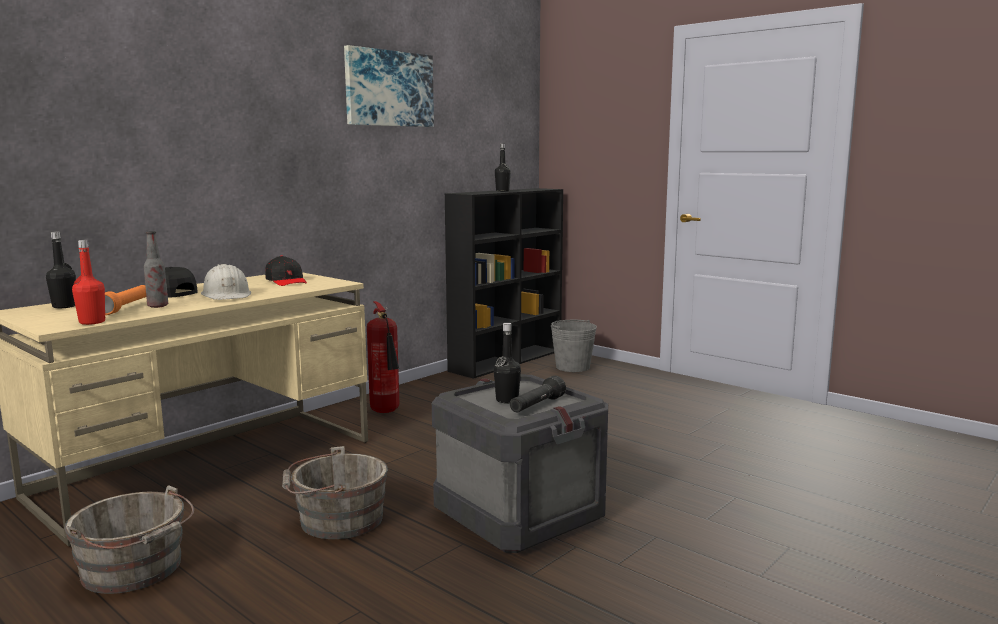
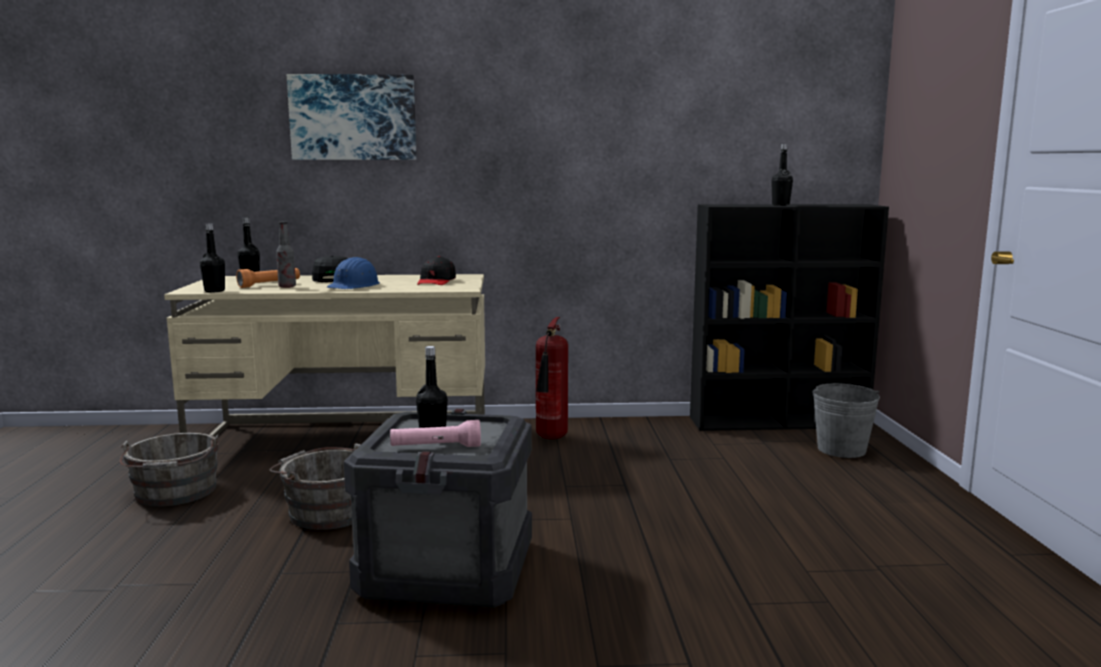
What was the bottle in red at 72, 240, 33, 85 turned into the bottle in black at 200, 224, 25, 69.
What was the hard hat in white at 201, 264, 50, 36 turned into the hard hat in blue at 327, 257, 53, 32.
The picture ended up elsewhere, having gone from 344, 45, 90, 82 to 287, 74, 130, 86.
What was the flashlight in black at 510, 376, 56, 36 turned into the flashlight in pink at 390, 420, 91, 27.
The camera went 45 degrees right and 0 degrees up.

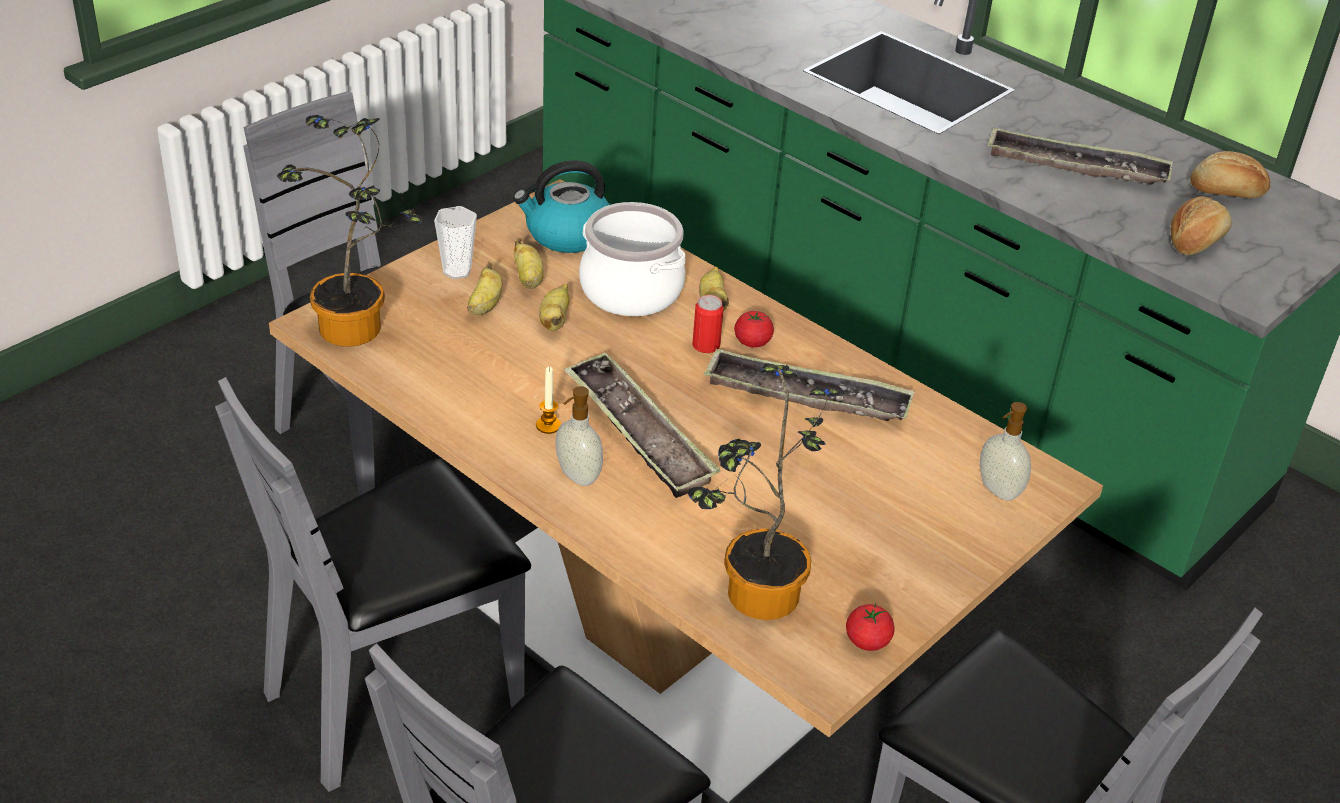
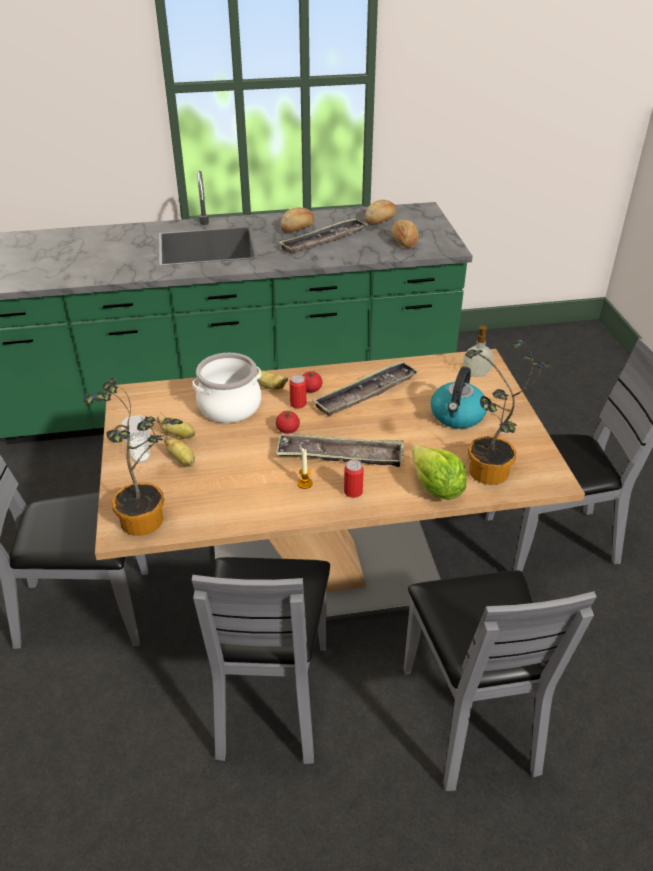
The kettle ended up elsewhere, having gone from 513, 160, 97, 93 to 431, 367, 56, 62.
The second view lost the banana at 539, 284, 30, 47.
Where the soap dispenser stood at 556, 386, 47, 100, the can came to stand at 344, 460, 20, 38.
The tomato ended up elsewhere, having gone from 846, 604, 49, 47 to 276, 411, 24, 23.
The second view gained the bread at 280, 207, 34, 25.
The second view gained the lettuce at 412, 445, 55, 55.
The camera went 50 degrees left and 0 degrees up.

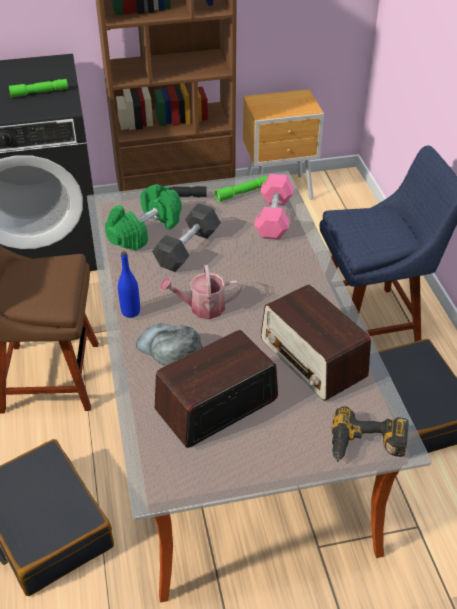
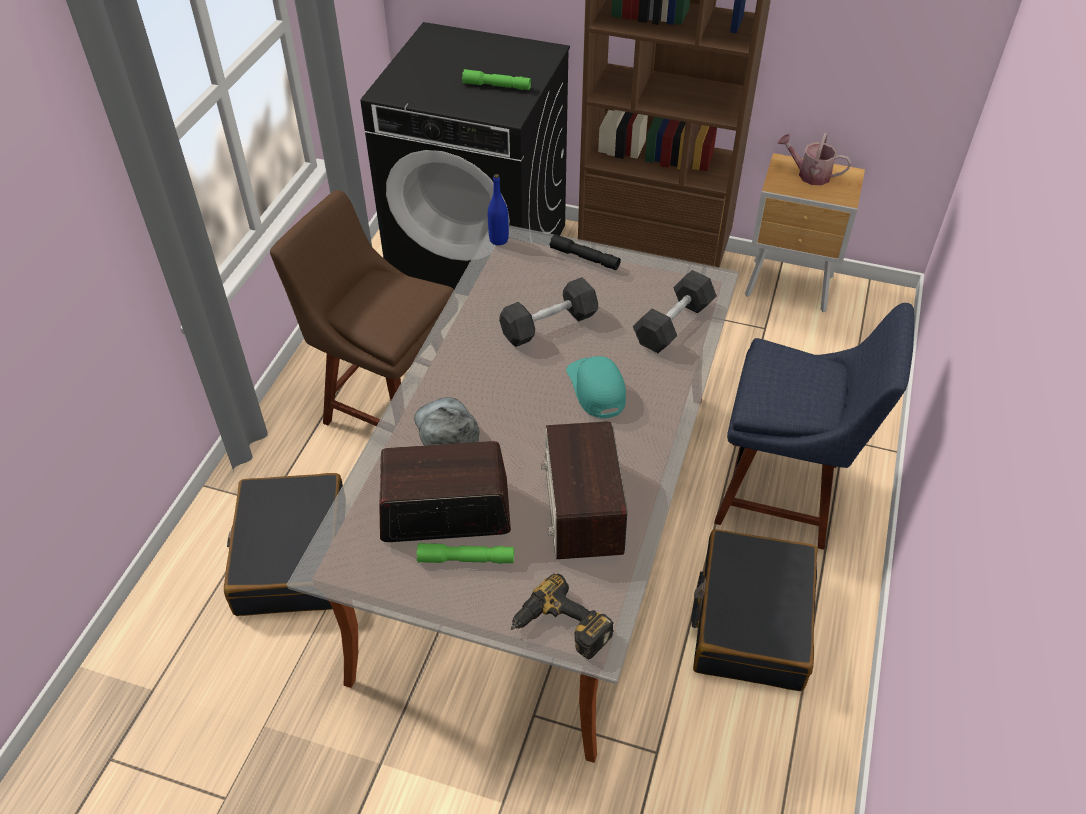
The second view lost the dumbbell in green at 105, 184, 77, 67.
The bottle in blue ended up elsewhere, having gone from 118, 251, 22, 67 to 488, 174, 21, 71.
The watering can ended up elsewhere, having gone from 159, 265, 83, 54 to 777, 133, 74, 52.
The flashlight in green ended up elsewhere, having gone from 214, 176, 54, 26 to 417, 543, 97, 21.
What was the dumbbell in pink at 254, 174, 40, 66 turned into the dumbbell in black at 633, 270, 84, 83.
The second view gained the cap in turquoise at 566, 356, 60, 62.
The camera went 30 degrees right and 5 degrees up.

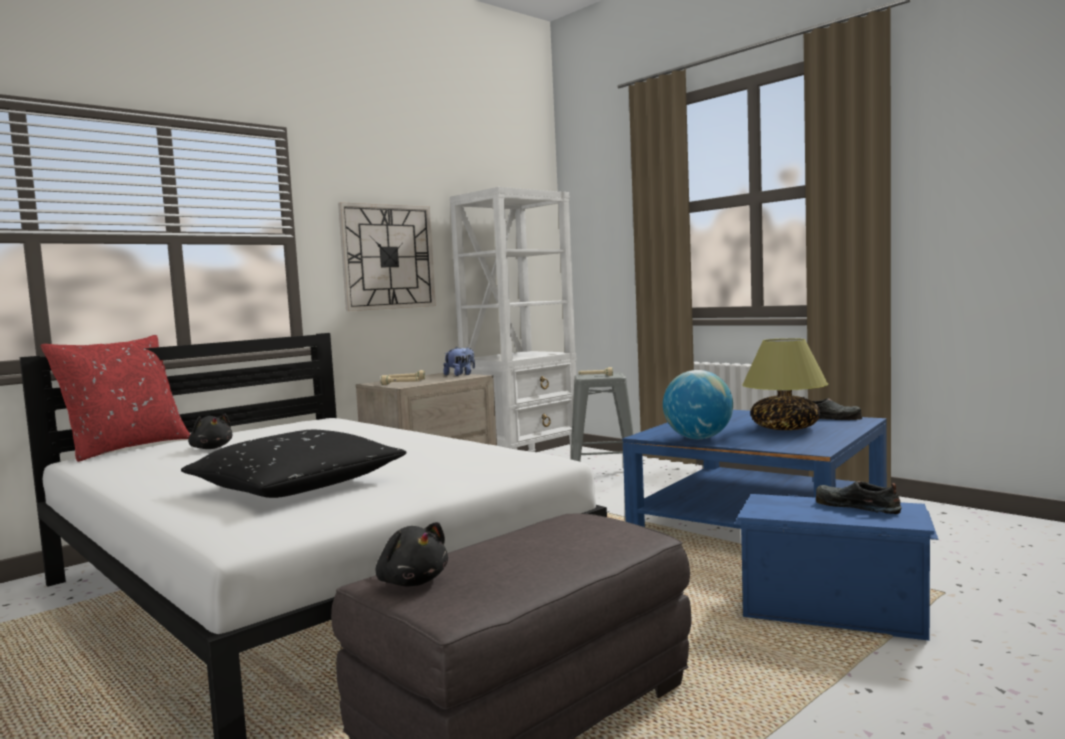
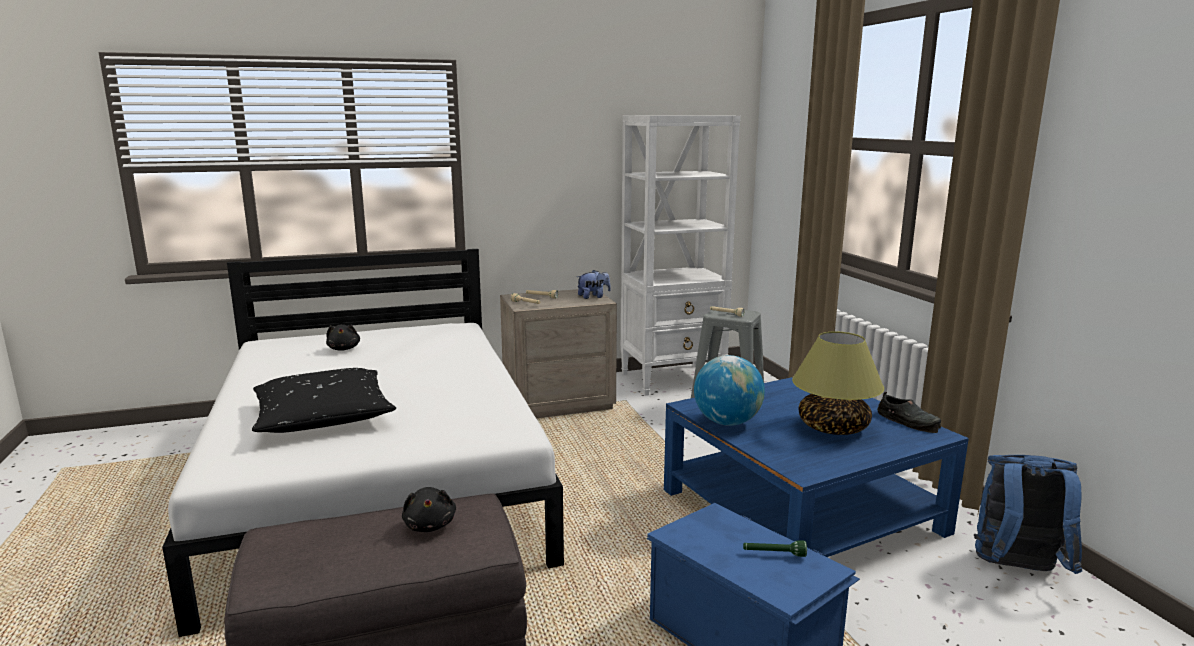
The second view lost the pillow in red at 41, 335, 149, 127.
The second view lost the wall clock at 338, 202, 98, 109.
The plush toy in black ended up elsewhere, having gone from 376, 522, 72, 65 to 402, 487, 54, 45.
Where the shoe in black stood at 816, 481, 86, 33, the flashlight in green came to stand at 743, 540, 64, 17.
The second view gained the backpack in blue at 974, 455, 108, 119.
The camera went 25 degrees right and 10 degrees up.

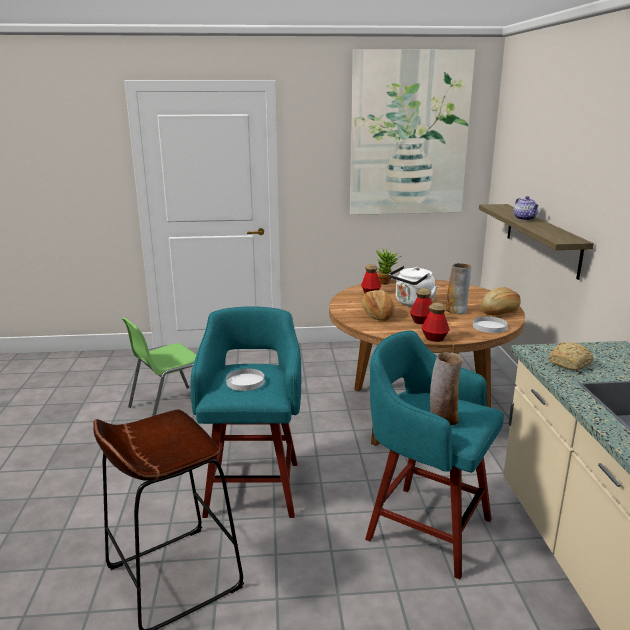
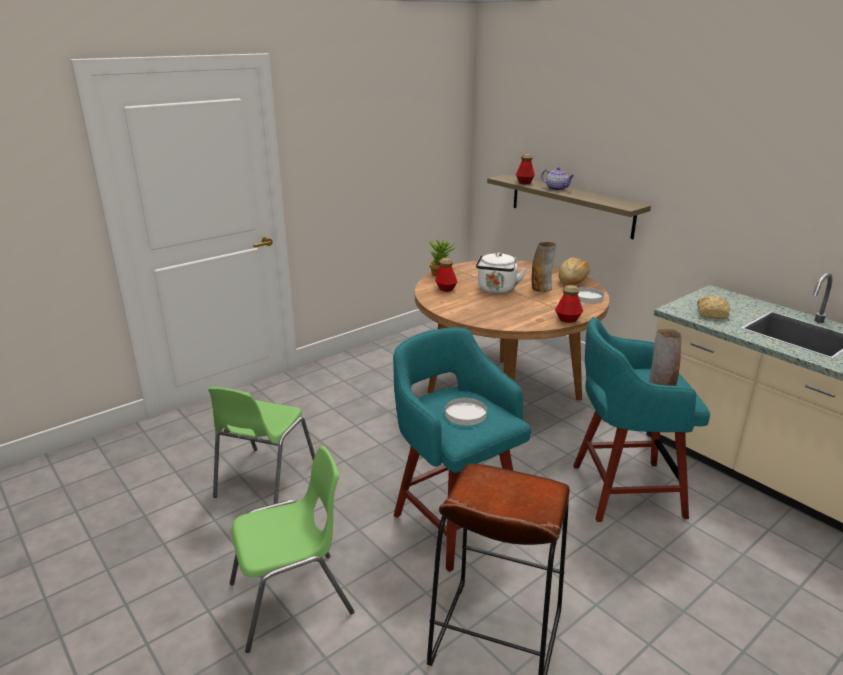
The second view lost the picture at 350, 49, 125, 166.
The second view lost the bread at 362, 290, 33, 31.
The bottle ended up elsewhere, having gone from 410, 288, 22, 36 to 516, 154, 19, 30.
The second view gained the chair in green at 230, 446, 125, 207.
The camera went 35 degrees left and 5 degrees up.

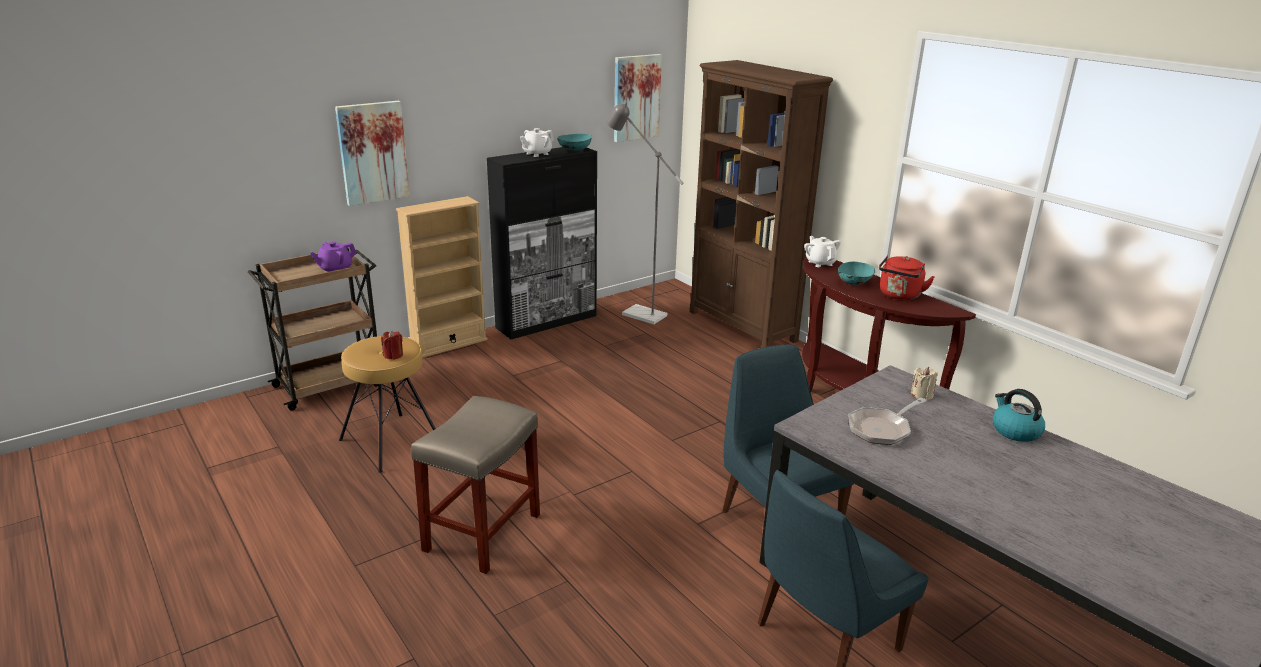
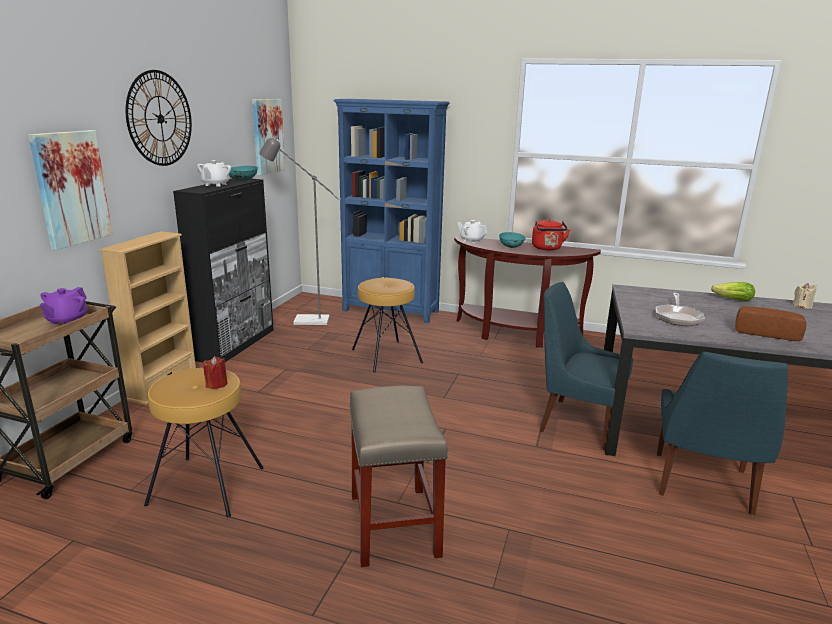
What was the bookcase in brown at 690, 60, 143, 288 turned into the bookcase in blue at 334, 99, 116, 224.
The candle in beige ended up elsewhere, having gone from 910, 367, 28, 34 to 793, 283, 24, 26.
Where the kettle stood at 993, 389, 52, 53, the lettuce came to stand at 711, 282, 44, 19.
The second view gained the wall clock at 125, 70, 67, 96.
The second view gained the stool in brown at 352, 278, 71, 95.
The second view gained the bread at 735, 306, 72, 35.
The camera went 35 degrees left and 5 degrees down.

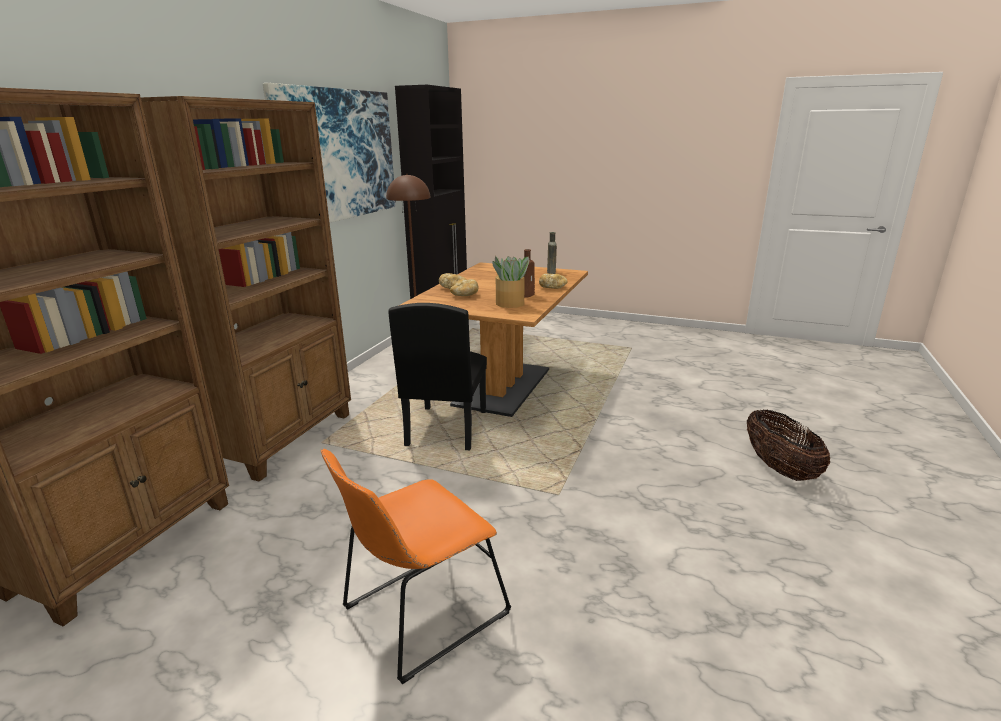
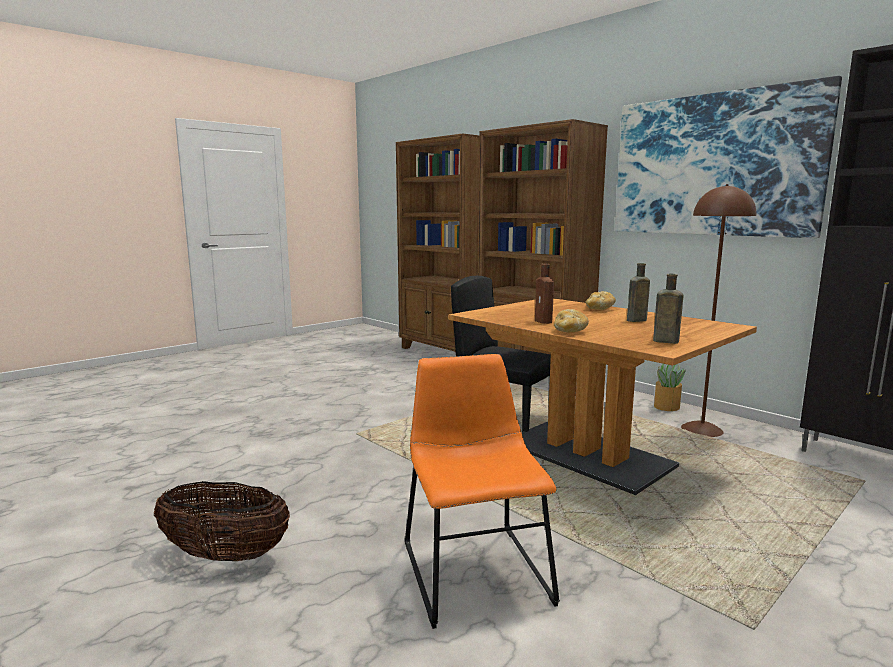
The chair in orange ended up elsewhere, having gone from 321, 449, 190, 235 to 405, 354, 155, 275.
The second view lost the bread at 450, 279, 29, 17.
The potted plant ended up elsewhere, having gone from 492, 255, 37, 53 to 654, 364, 32, 47.
The second view gained the bottle in brown at 627, 263, 23, 59.
The camera went 115 degrees right and 10 degrees down.

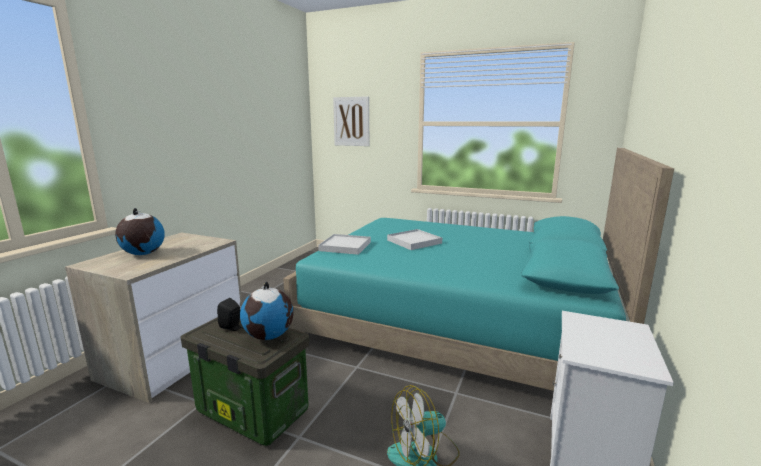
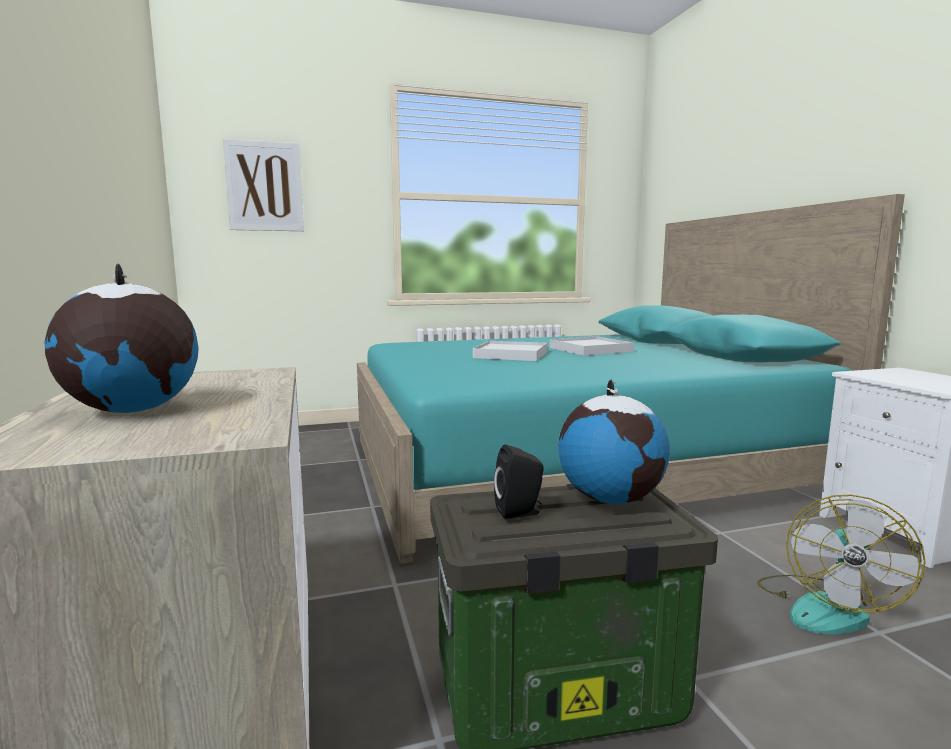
The tray in white ended up elsewhere, having gone from 318, 234, 53, 21 to 550, 336, 84, 20.
The camera went 40 degrees left and 5 degrees down.

